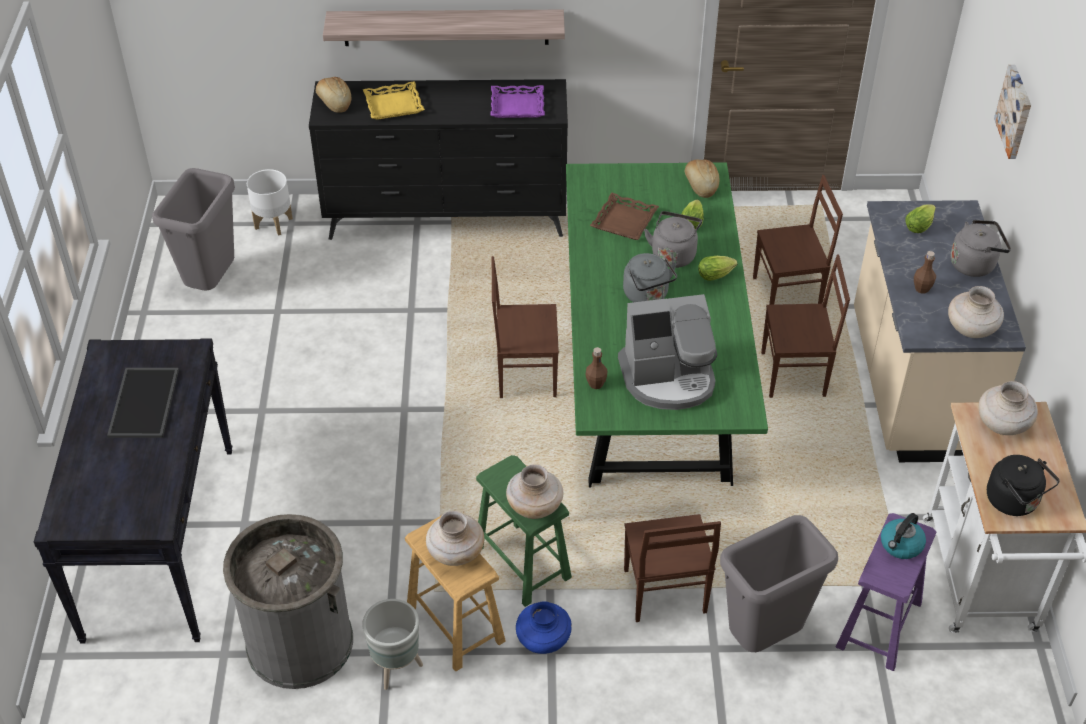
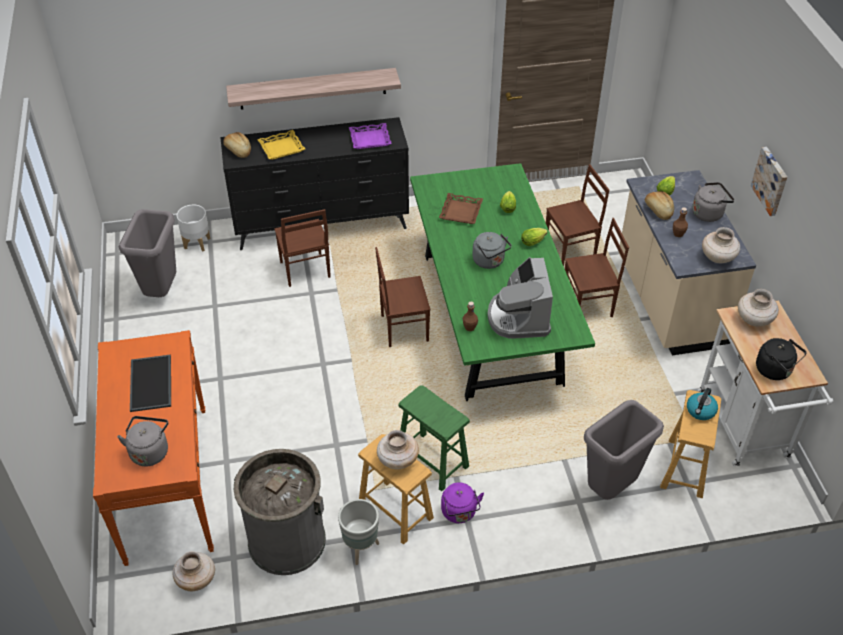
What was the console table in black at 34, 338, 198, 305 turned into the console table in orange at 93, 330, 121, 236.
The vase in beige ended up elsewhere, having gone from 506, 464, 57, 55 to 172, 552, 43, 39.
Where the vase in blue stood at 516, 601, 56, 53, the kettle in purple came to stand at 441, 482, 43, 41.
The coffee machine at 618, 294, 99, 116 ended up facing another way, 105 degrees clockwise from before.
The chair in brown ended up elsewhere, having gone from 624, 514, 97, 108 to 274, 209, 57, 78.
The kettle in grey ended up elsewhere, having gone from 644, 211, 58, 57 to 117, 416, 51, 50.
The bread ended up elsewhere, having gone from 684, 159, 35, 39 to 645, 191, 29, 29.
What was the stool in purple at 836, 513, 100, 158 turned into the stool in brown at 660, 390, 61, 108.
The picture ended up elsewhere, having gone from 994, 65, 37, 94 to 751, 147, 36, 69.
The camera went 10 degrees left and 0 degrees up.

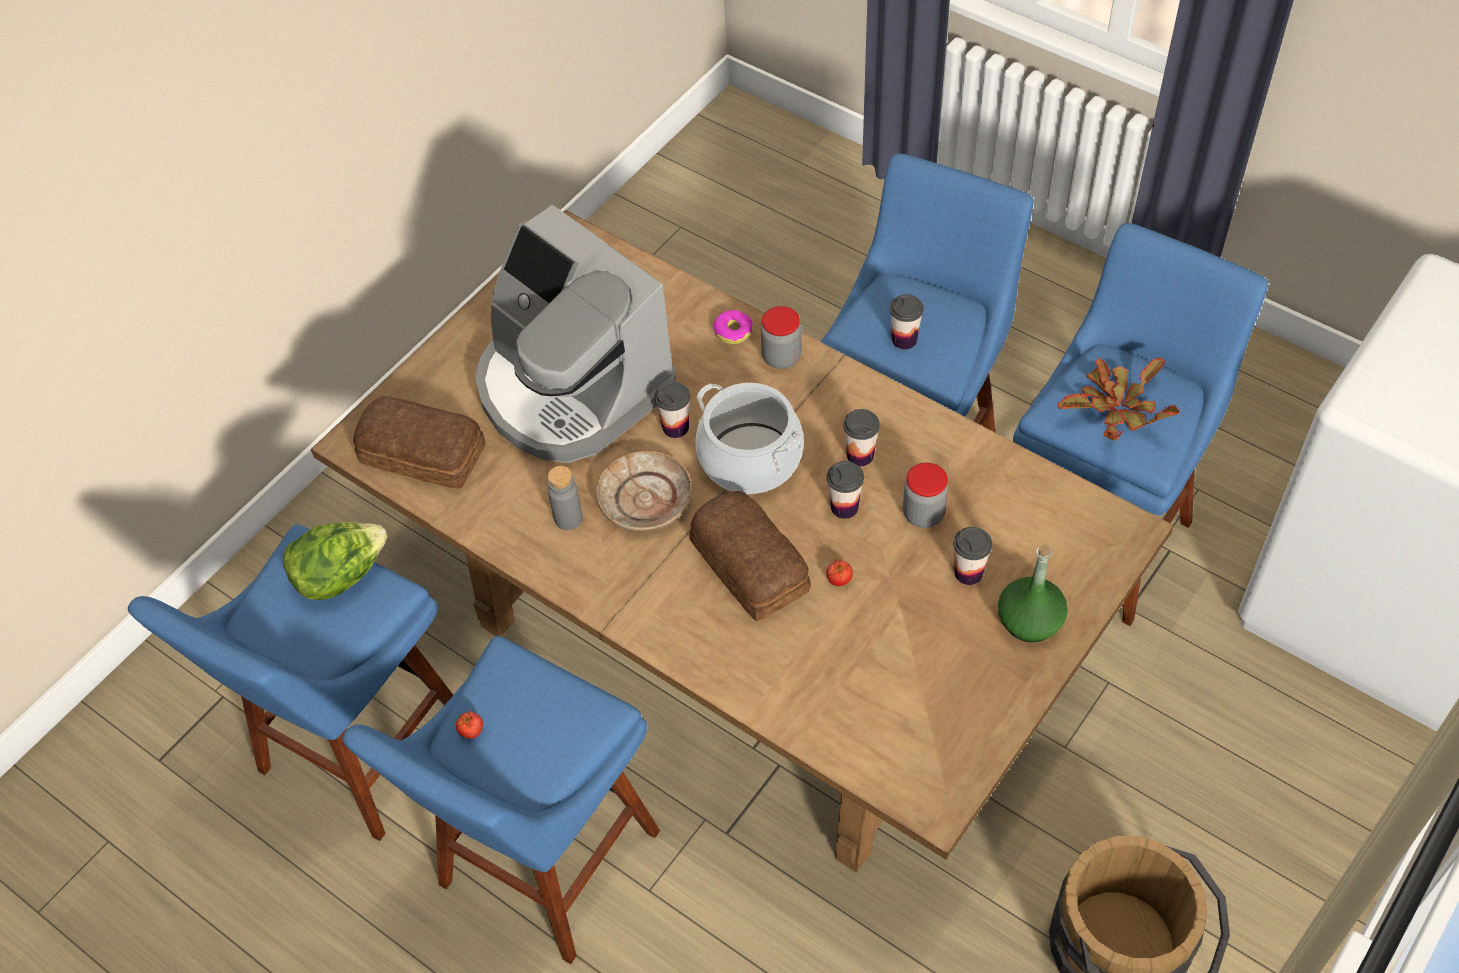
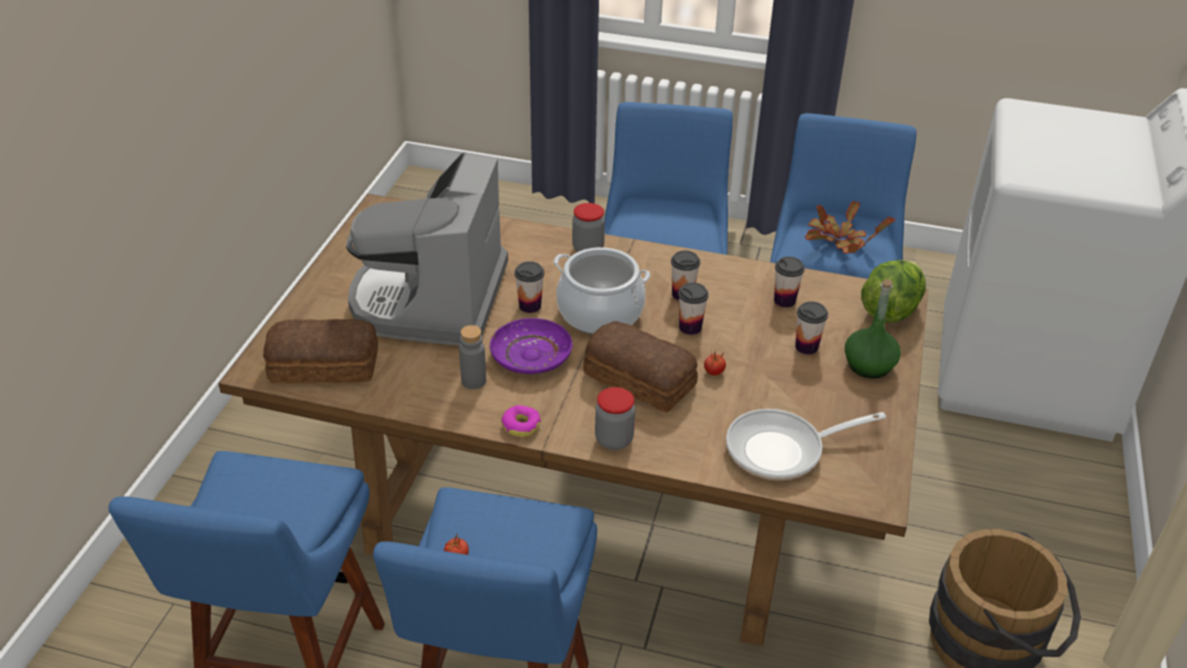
The lettuce ended up elsewhere, having gone from 283, 522, 104, 78 to 861, 260, 65, 63.
The coffee machine at 475, 205, 201, 258 ended up facing another way, 75 degrees clockwise from before.
What was the plate in beige at 596, 451, 96, 81 turned into the plate in purple at 490, 318, 83, 56.
The donut ended up elsewhere, having gone from 714, 310, 39, 34 to 501, 405, 40, 32.
The cup ended up elsewhere, having gone from 890, 294, 34, 55 to 774, 257, 31, 51.
The jar ended up elsewhere, having gone from 903, 463, 45, 65 to 595, 387, 40, 63.
The second view gained the frying pan at 726, 409, 160, 71.
The camera went 25 degrees left and 15 degrees down.

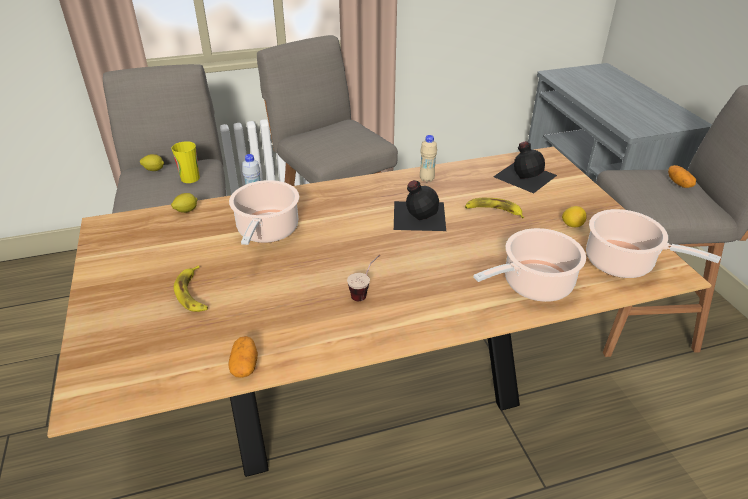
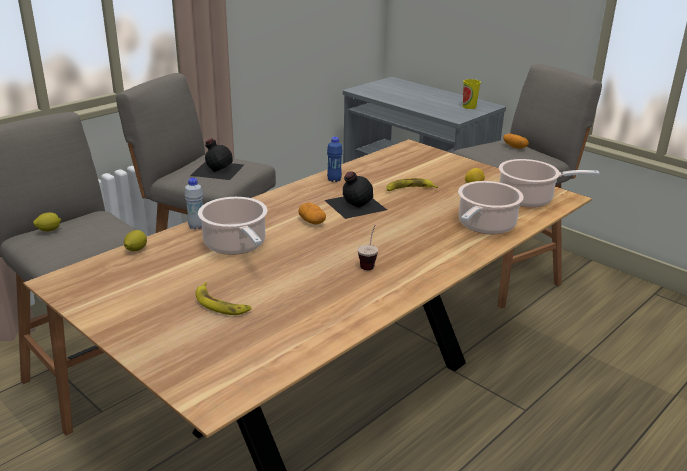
The cup ended up elsewhere, having gone from 171, 141, 29, 42 to 463, 79, 18, 30.
The potato ended up elsewhere, having gone from 228, 336, 30, 42 to 298, 202, 28, 22.
What was the bottle in beige at 420, 135, 17, 47 turned into the bottle in blue at 327, 137, 16, 45.
The bottle in black ended up elsewhere, having gone from 493, 141, 64, 52 to 190, 138, 54, 42.
The camera went 30 degrees left and 10 degrees down.

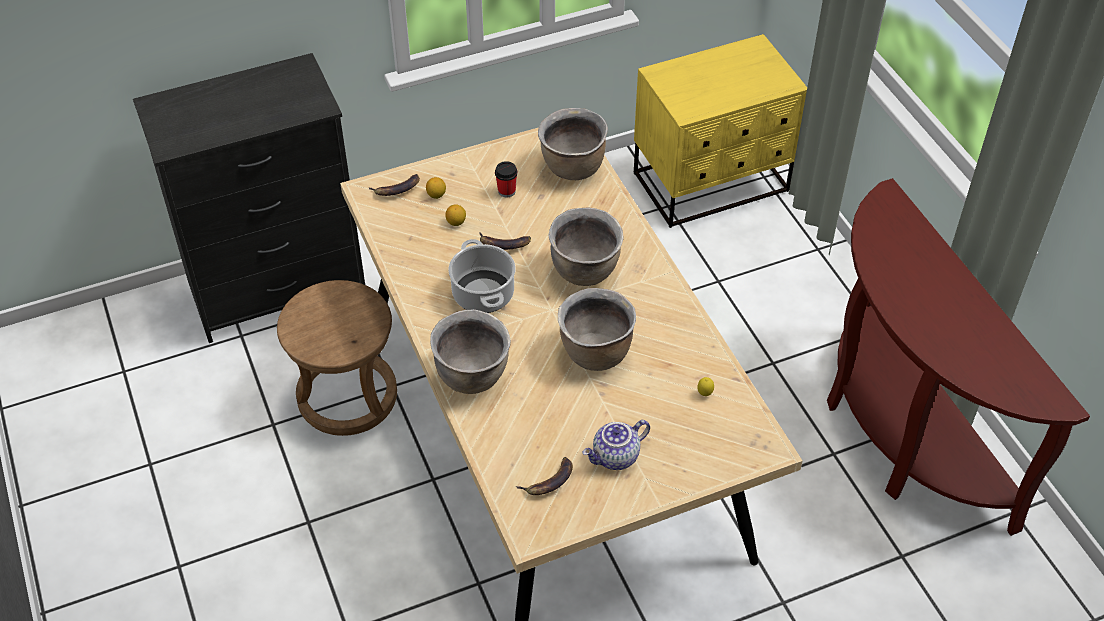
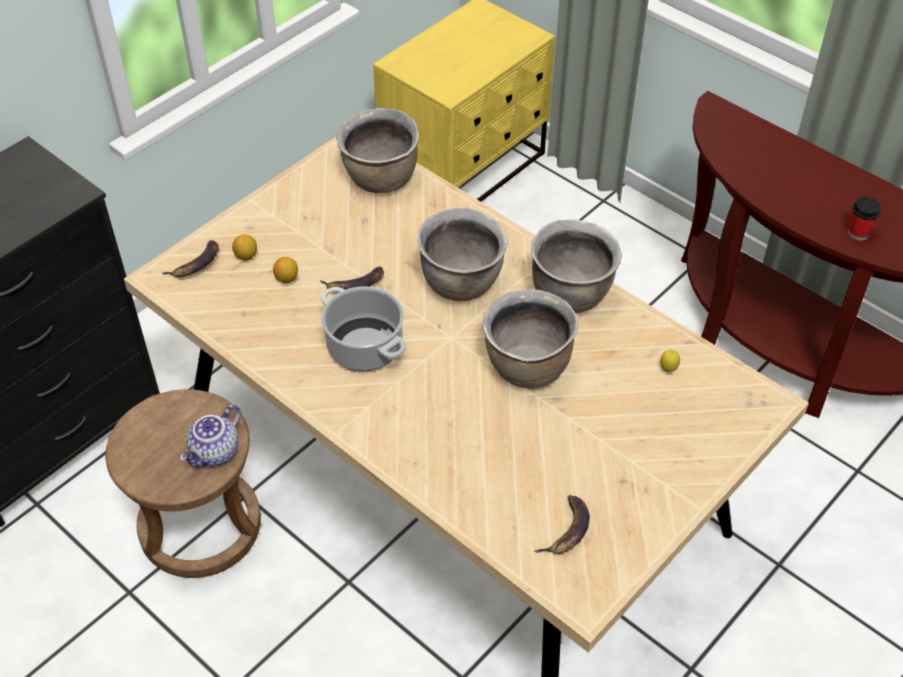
The cooking pot in brown ended up elsewhere, having gone from 430, 309, 81, 85 to 531, 220, 91, 93.
The cup ended up elsewhere, having gone from 495, 161, 23, 37 to 848, 197, 33, 43.
The teapot ended up elsewhere, having gone from 582, 420, 68, 50 to 180, 404, 61, 63.
The camera went 25 degrees left and 0 degrees up.

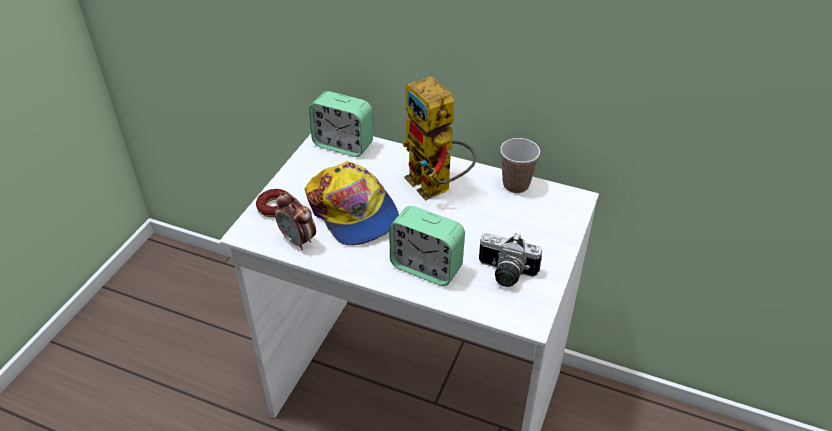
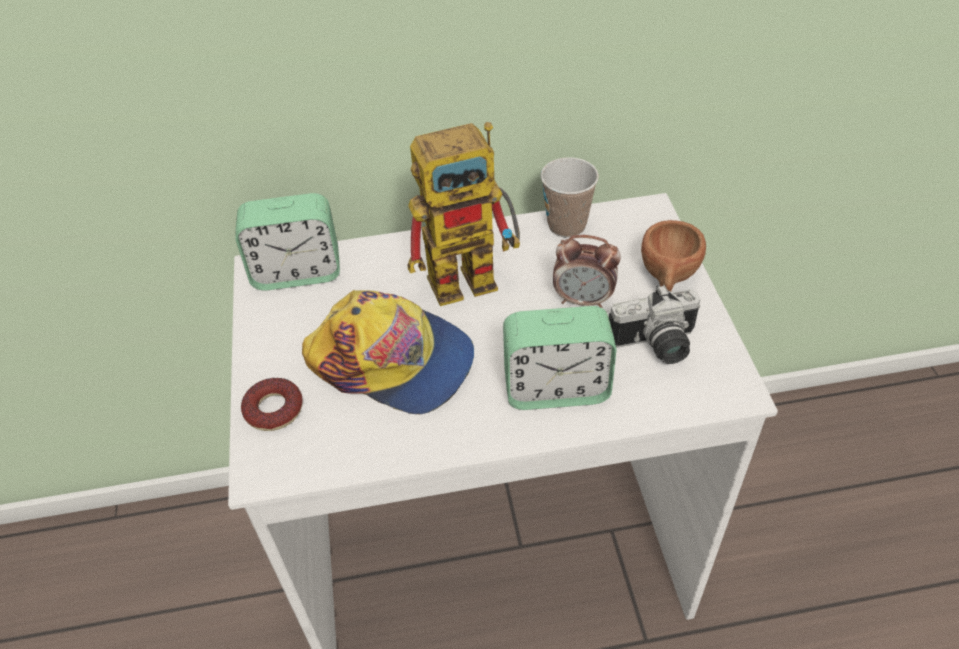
The alarm clock ended up elsewhere, having gone from 275, 192, 41, 58 to 553, 235, 68, 73.
The toy robot at 403, 76, 73, 124 ended up facing another way, 45 degrees counterclockwise from before.
The second view gained the cup in brown at 641, 220, 65, 72.
The camera went 30 degrees left and 5 degrees up.

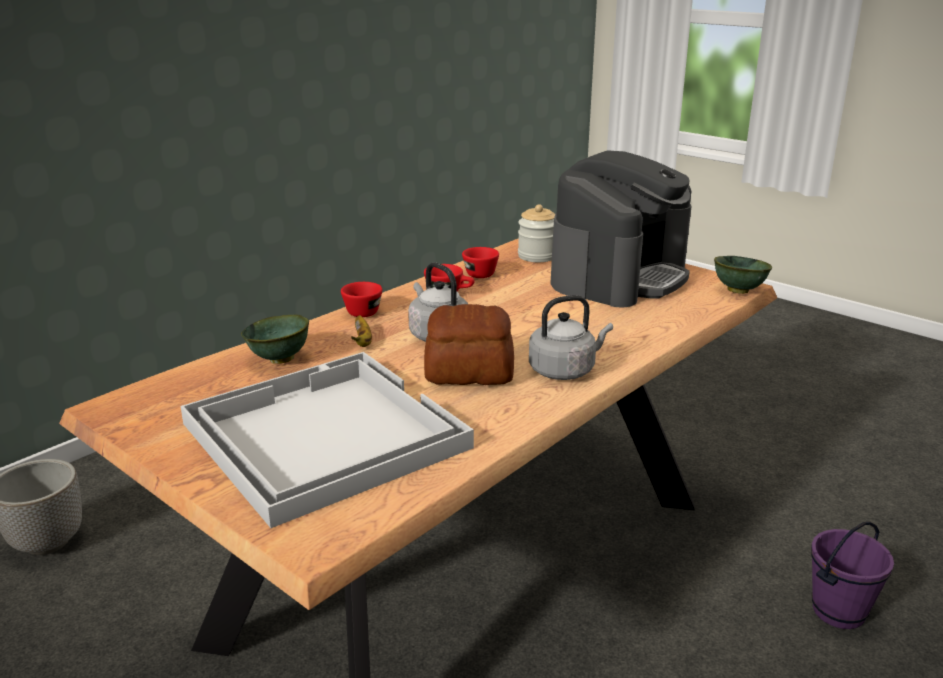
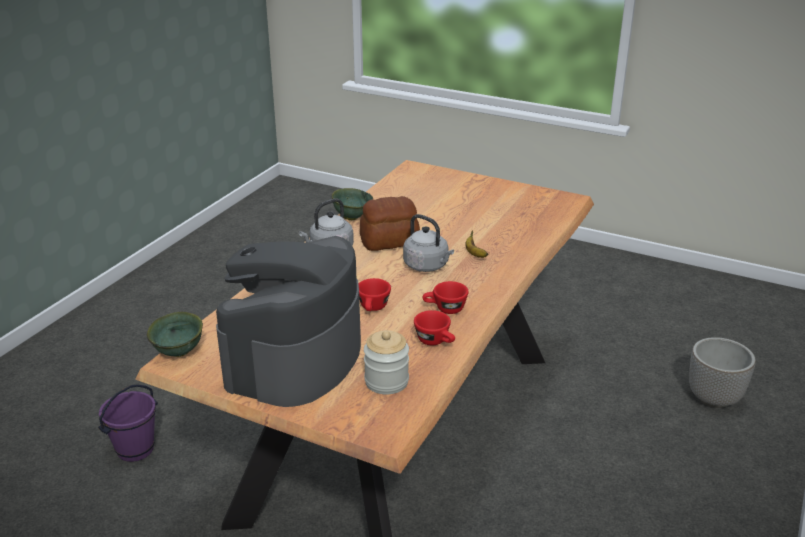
The second view lost the tray in white at 180, 352, 294, 176.
The bowl in green ended up elsewhere, having gone from 241, 315, 68, 49 to 331, 188, 42, 32.
The cup in red ended up elsewhere, having gone from 341, 282, 41, 35 to 358, 278, 33, 33.
The camera went 165 degrees right and 5 degrees up.

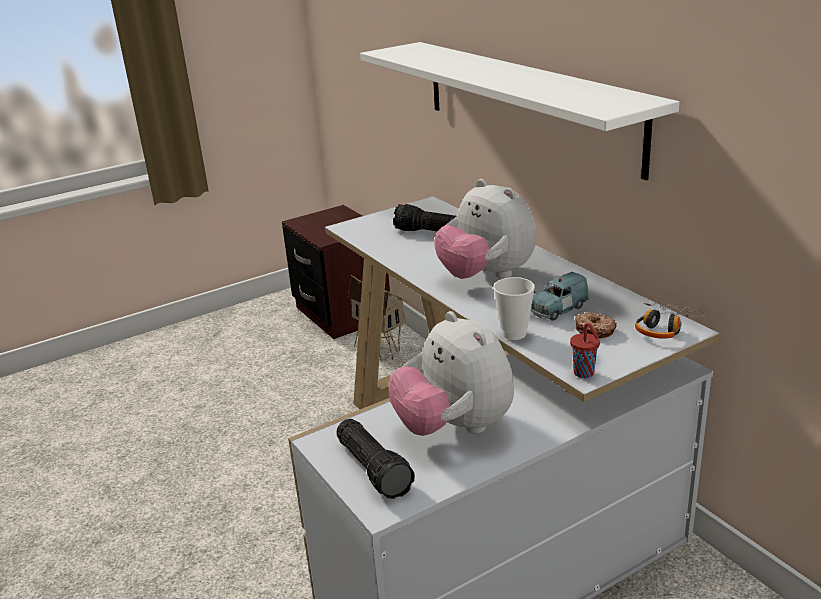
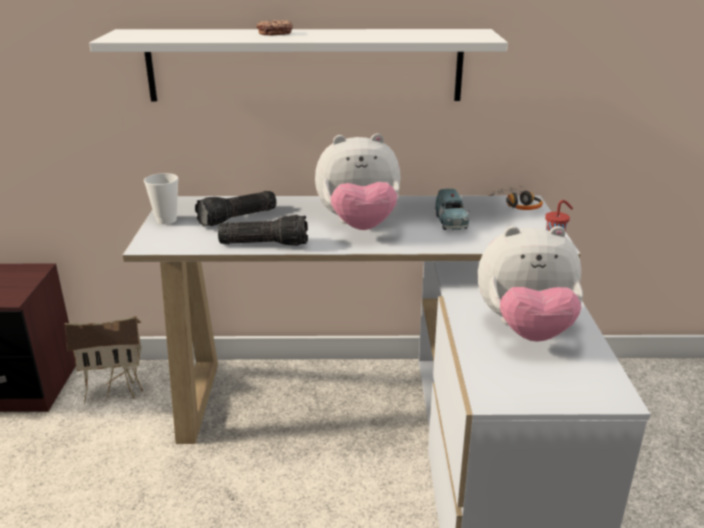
The flashlight ended up elsewhere, having gone from 336, 419, 79, 80 to 218, 215, 90, 31.
The cup ended up elsewhere, having gone from 493, 277, 42, 63 to 144, 173, 34, 51.
The donut ended up elsewhere, having gone from 575, 312, 42, 26 to 256, 20, 37, 15.
The camera went 60 degrees left and 0 degrees up.

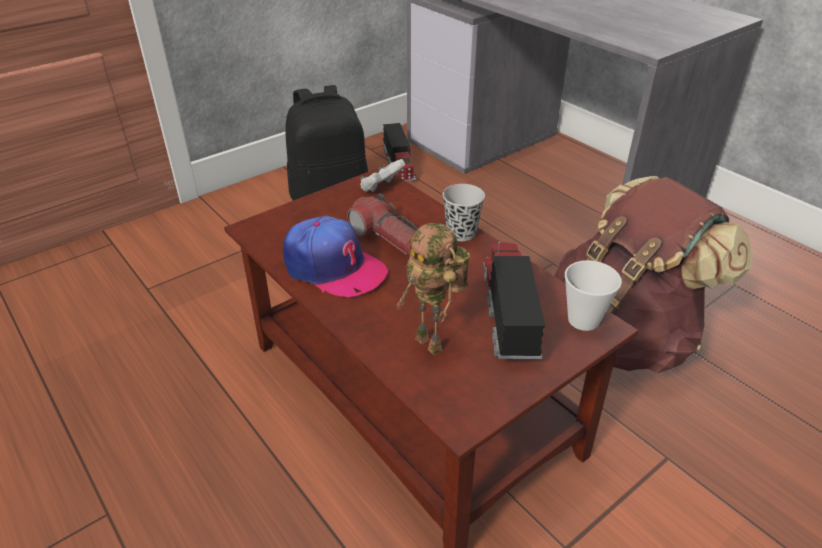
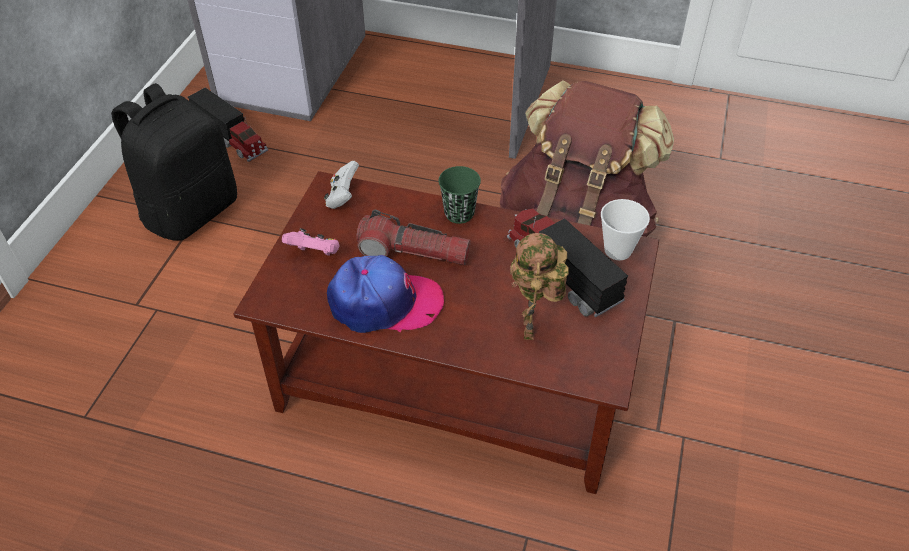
The toy robot at 397, 223, 73, 132 ended up facing another way, 75 degrees clockwise from before.
What was the cup in black at 443, 184, 42, 57 turned into the cup in green at 438, 166, 43, 58.
The second view gained the game controller in pink at 282, 228, 58, 28.
The camera went 35 degrees left and 10 degrees up.

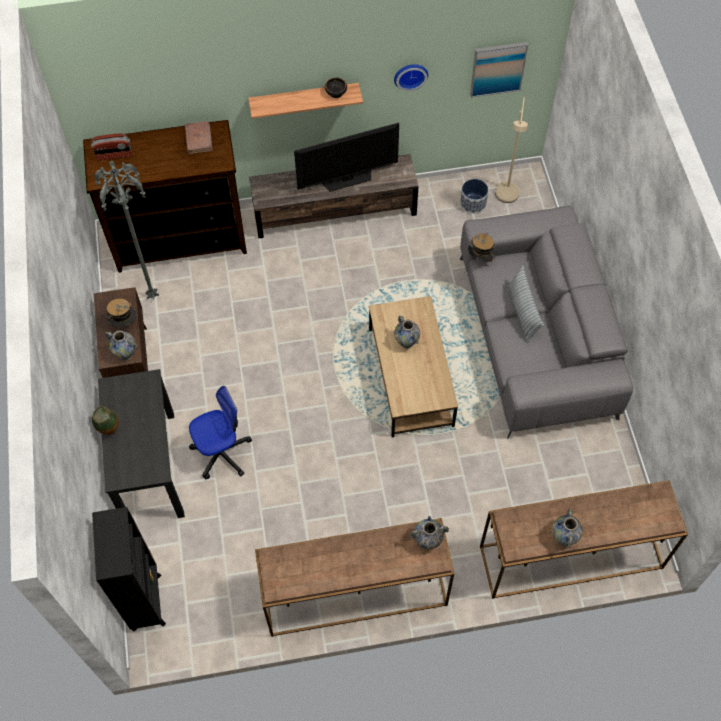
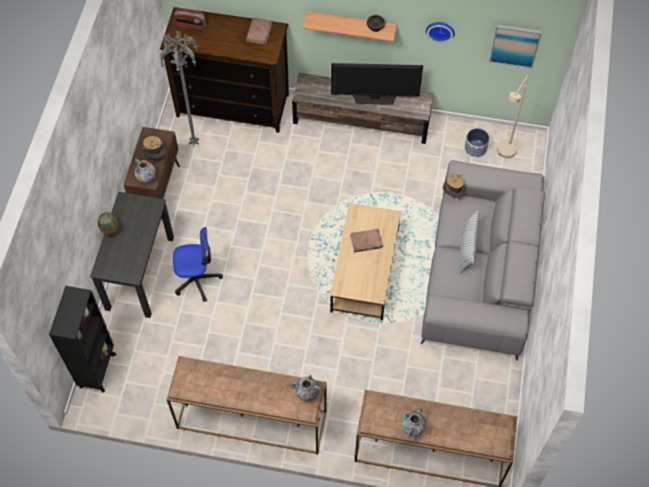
Where the vase stood at 394, 315, 26, 34, the book in brown came to stand at 350, 229, 33, 23.
The camera went 20 degrees right and 0 degrees up.

